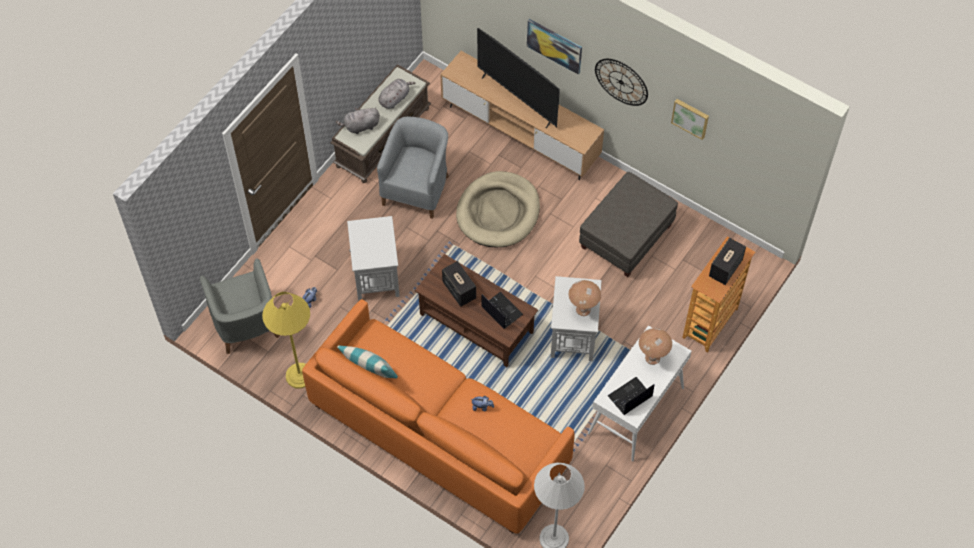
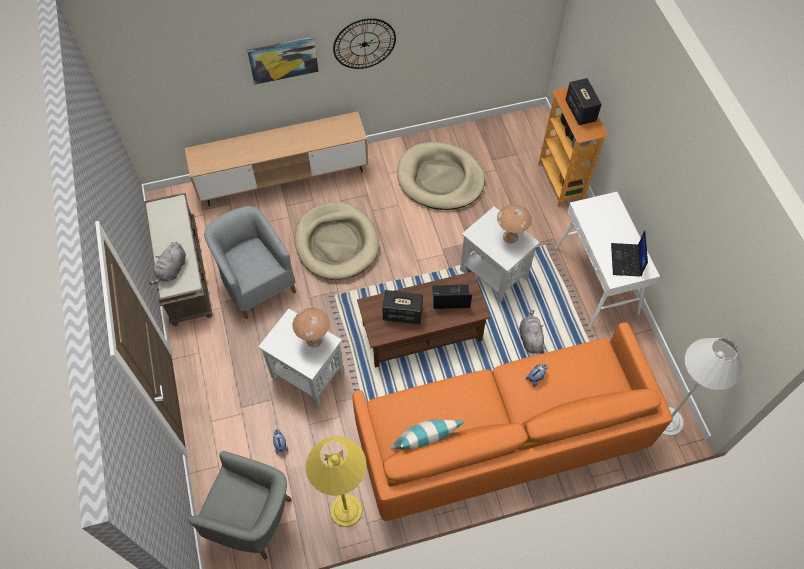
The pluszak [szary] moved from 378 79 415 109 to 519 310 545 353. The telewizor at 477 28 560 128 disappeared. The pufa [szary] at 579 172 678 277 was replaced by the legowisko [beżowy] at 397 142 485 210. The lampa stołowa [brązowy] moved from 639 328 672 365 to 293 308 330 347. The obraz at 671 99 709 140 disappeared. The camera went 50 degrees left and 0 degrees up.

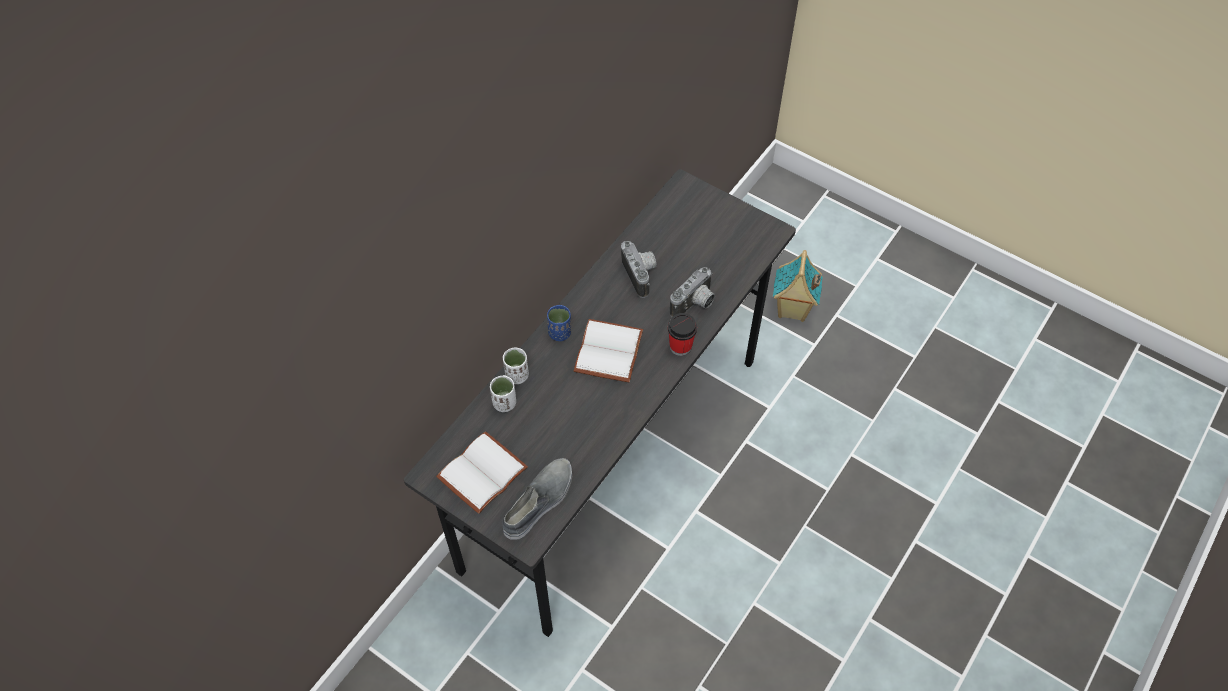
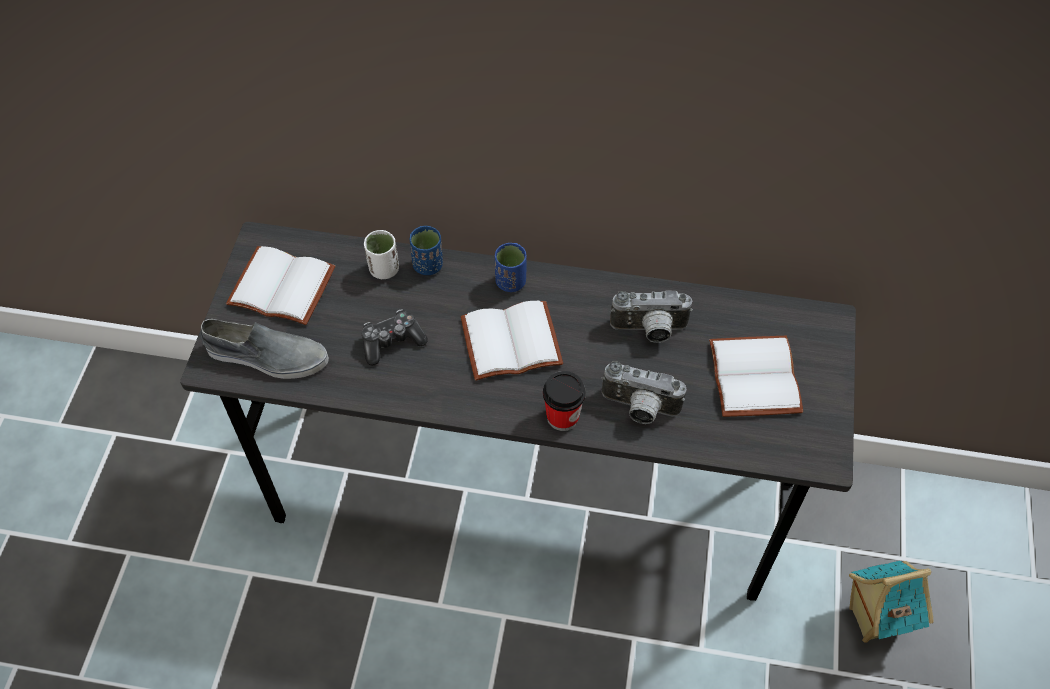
The filiżanka [biały] at 503 348 529 384 became the filiżanka [niebieski] at 410 226 443 275. The aparat fotograficzny at 621 241 657 298 turned 45 degrees clockwise. The pad do gier at 362 309 428 366 appeared. The książka [biały] at 709 336 803 417 appeared. The camera went 65 degrees right and 0 degrees up.

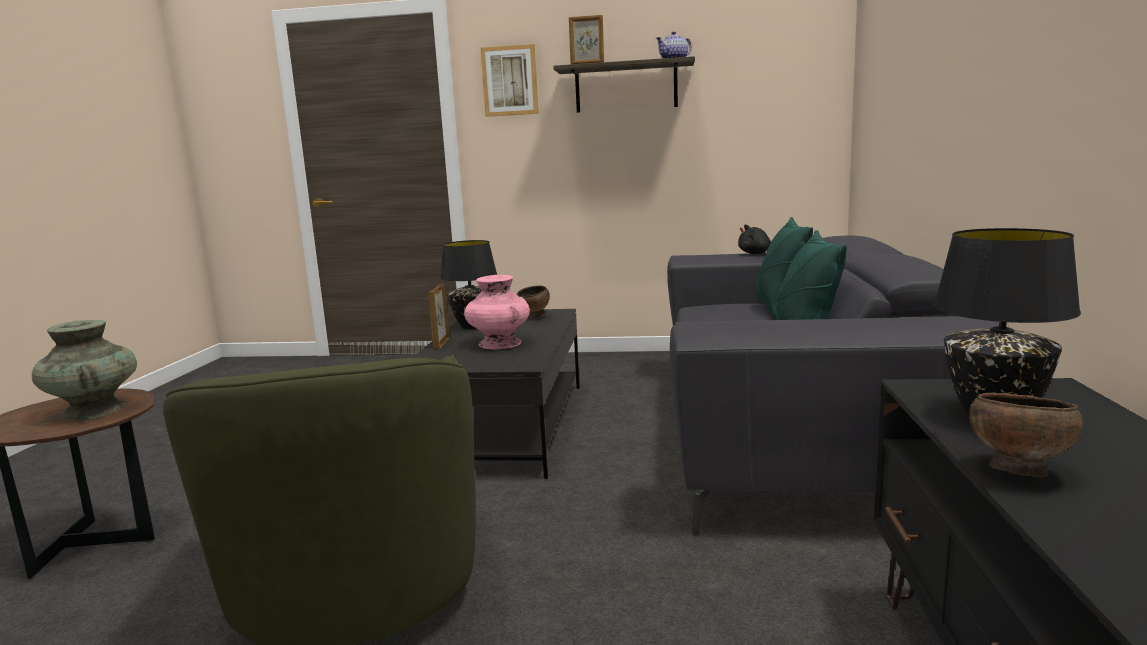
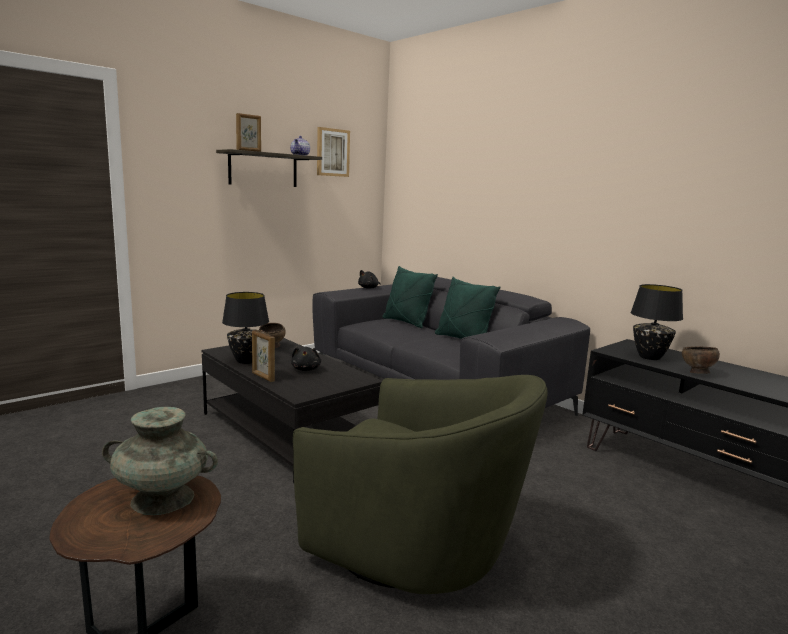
The wazon [różowy] at 464 275 530 349 was replaced by the pluszak [czarny] at 291 347 321 371. The obraz moved from 481 44 539 117 to 317 127 350 177. The camera went 50 degrees left and 0 degrees up.

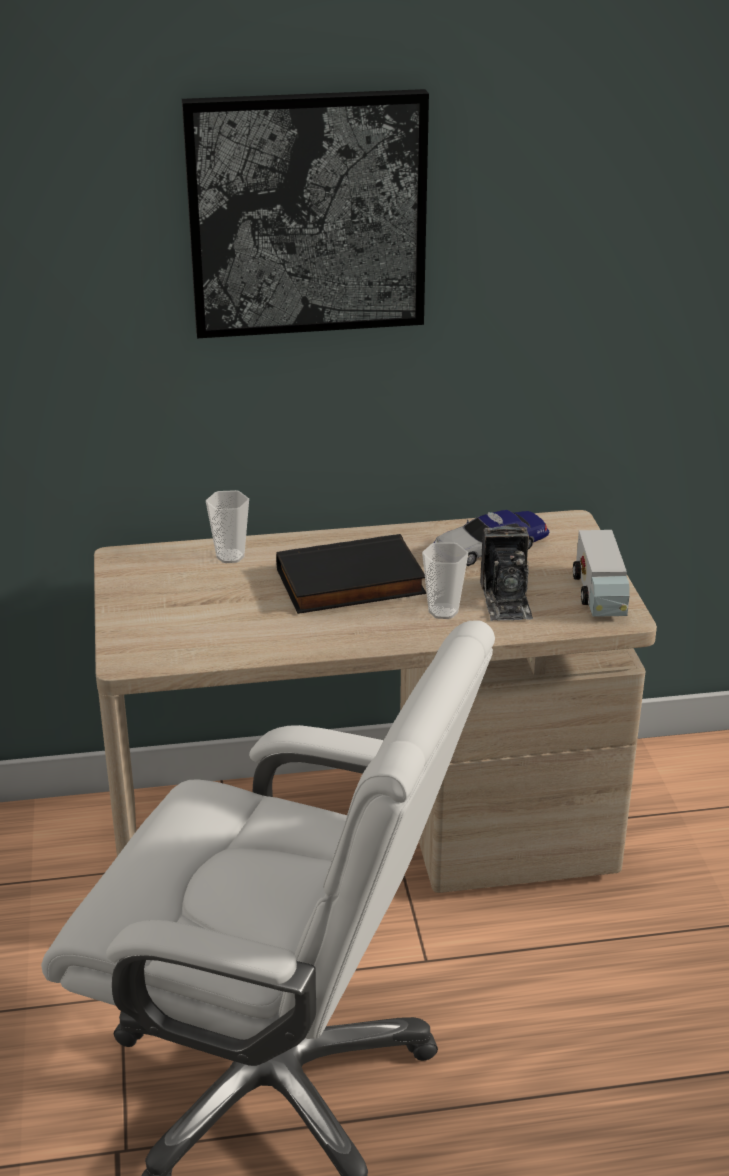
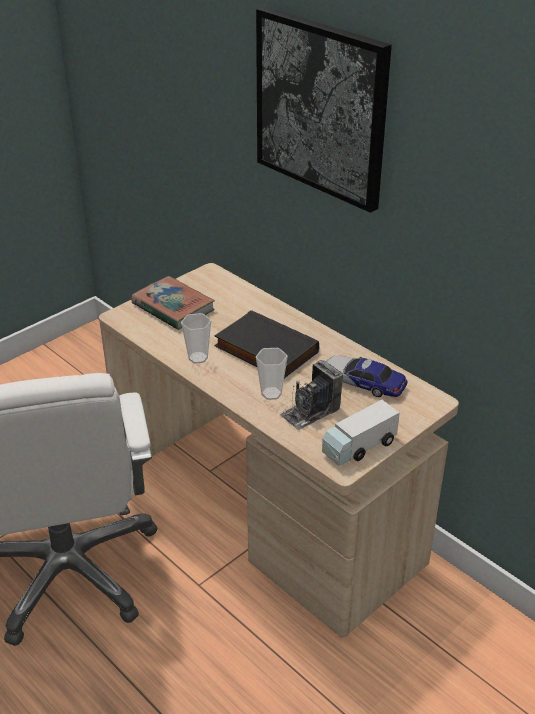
The filiżanka moved from 206 490 249 563 to 181 313 211 364. The książka at 131 276 215 330 appeared. The camera went 55 degrees right and 5 degrees up.

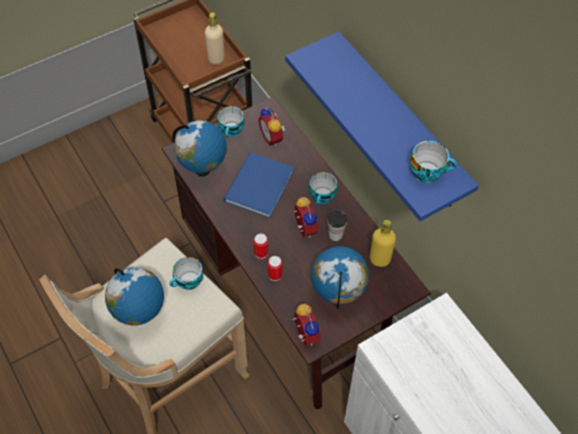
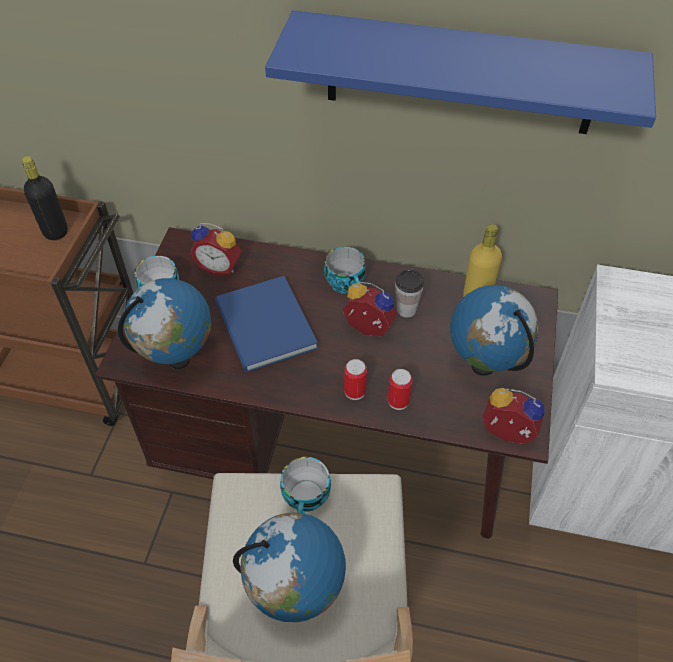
The butelka [beżowy] at 205 12 225 65 became the butelka [czarny] at 22 156 68 240. The filiżanka at 410 141 456 183 disappeared. The camera went 45 degrees left and 5 degrees down.

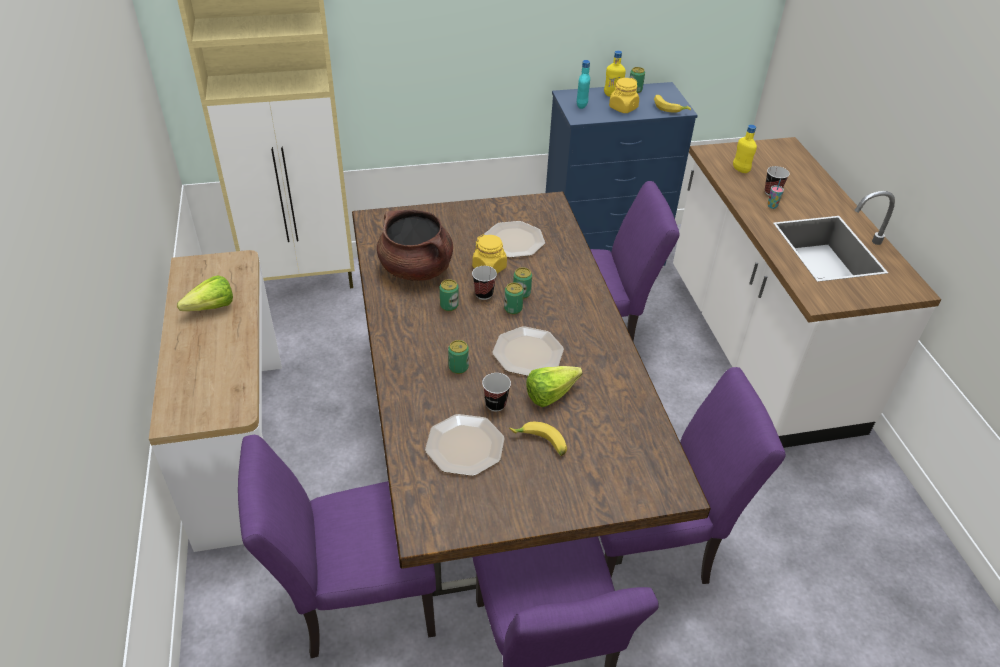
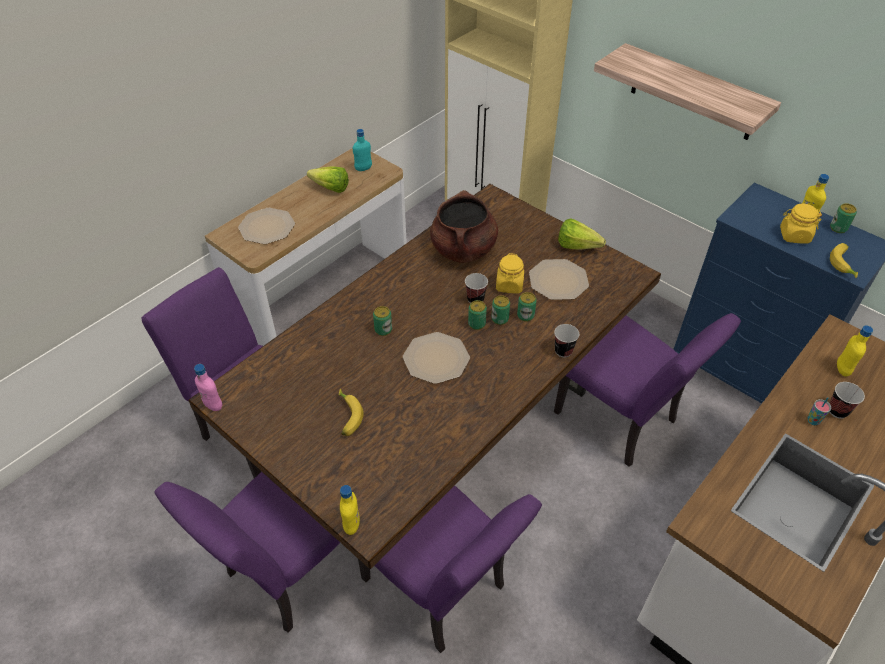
The talerz moved from 425 414 505 476 to 238 208 295 244. The puszka moved from 440 279 459 311 to 517 292 537 322. The filiżanka moved from 482 373 511 411 to 554 324 579 357. The sałata moved from 526 366 582 407 to 558 218 606 249. The butelka [turkusowy] moved from 577 60 590 109 to 353 129 372 171. The butelka [różowy] at 194 364 222 411 appeared. The butelka [żółty] at 340 485 360 535 appeared. The półka at 594 43 781 140 appeared. The camera went 55 degrees right and 5 degrees up.

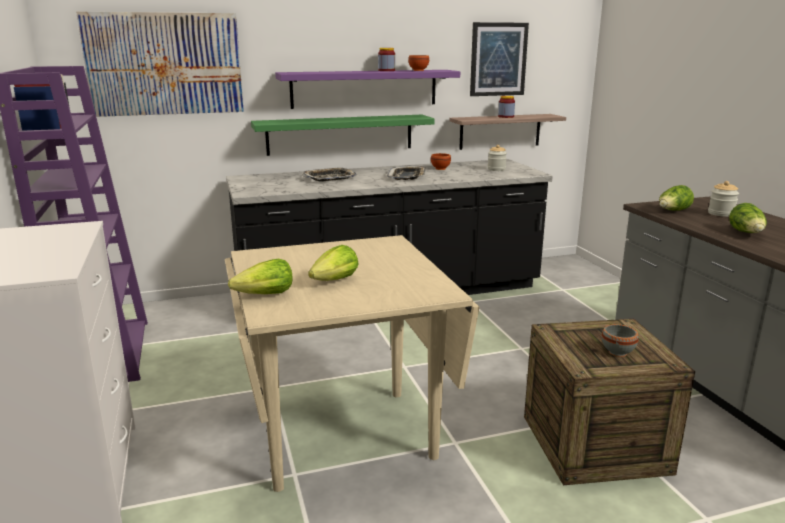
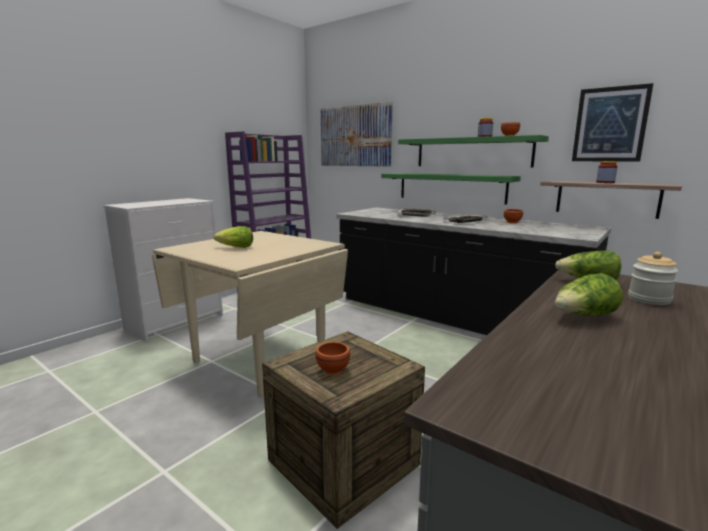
The sałata at 228 259 293 294 disappeared. The półka [fioletowy] at 275 70 460 109 became the półka [zielony] at 398 135 549 168. The słoik at 488 145 507 171 disappeared. The miska [szary] at 602 324 639 357 became the miska [brązowy] at 315 342 350 375. The camera went 55 degrees right and 5 degrees down.

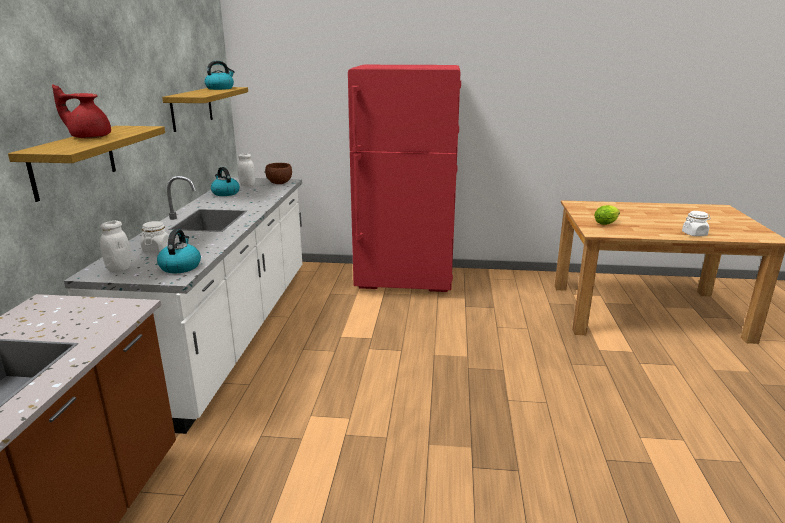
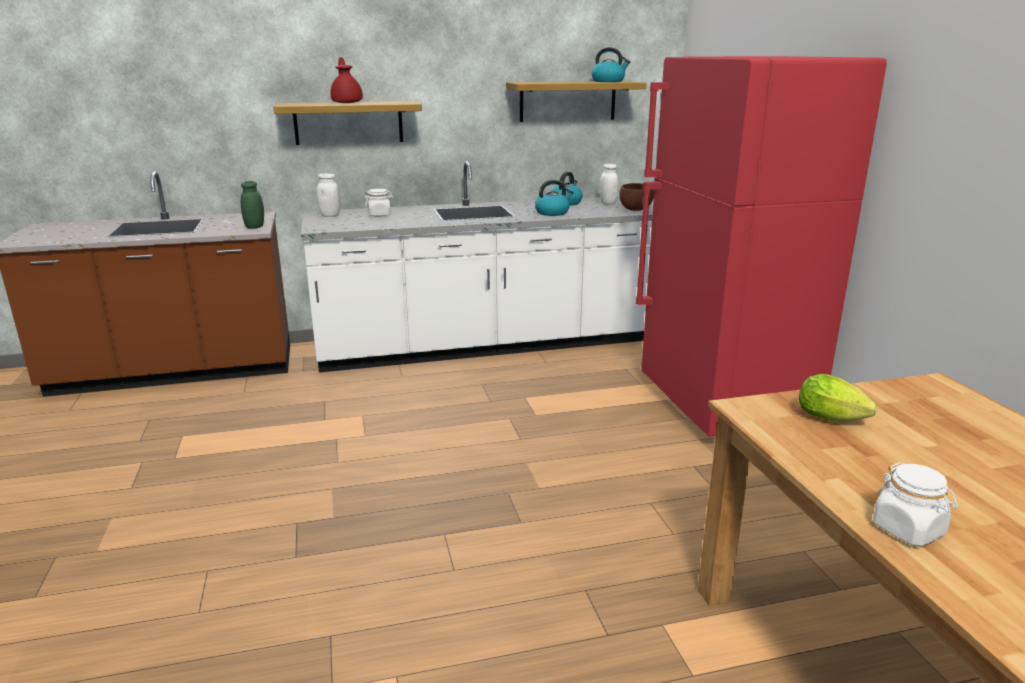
The czajnik moved from 157 229 201 273 to 535 180 574 216. The słoik [zielony] at 241 181 264 229 appeared. The camera went 70 degrees right and 0 degrees up.

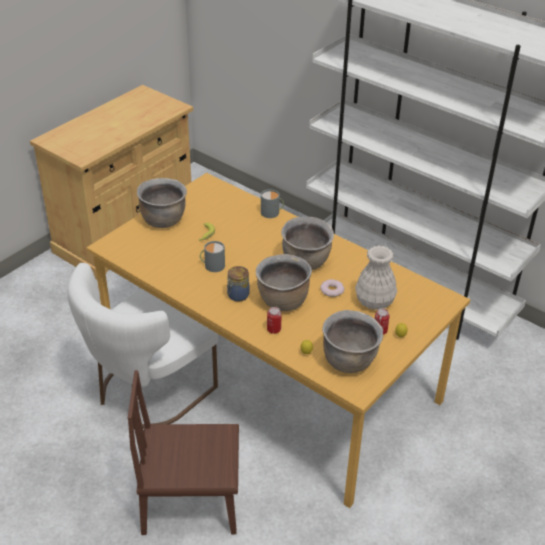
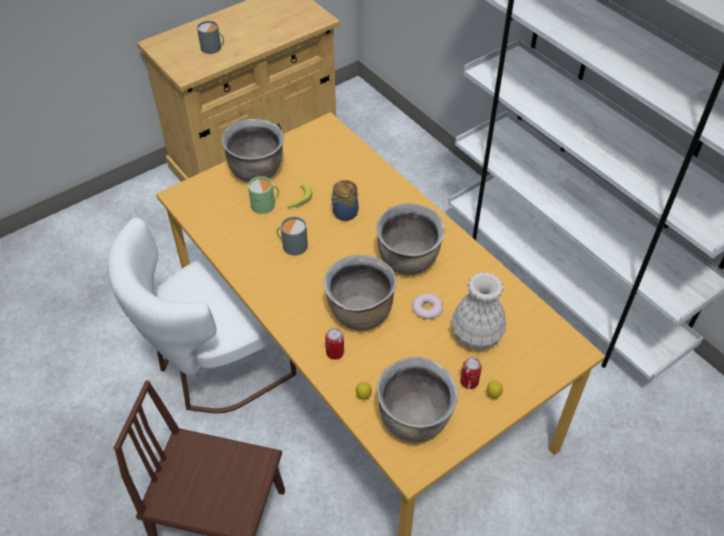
The słoik moved from 227 266 250 302 to 331 180 358 221. The kubek [szary] moved from 261 189 284 218 to 197 21 224 54. The kubek [zielony] at 248 176 279 214 appeared. The camera went 15 degrees right and 10 degrees up.

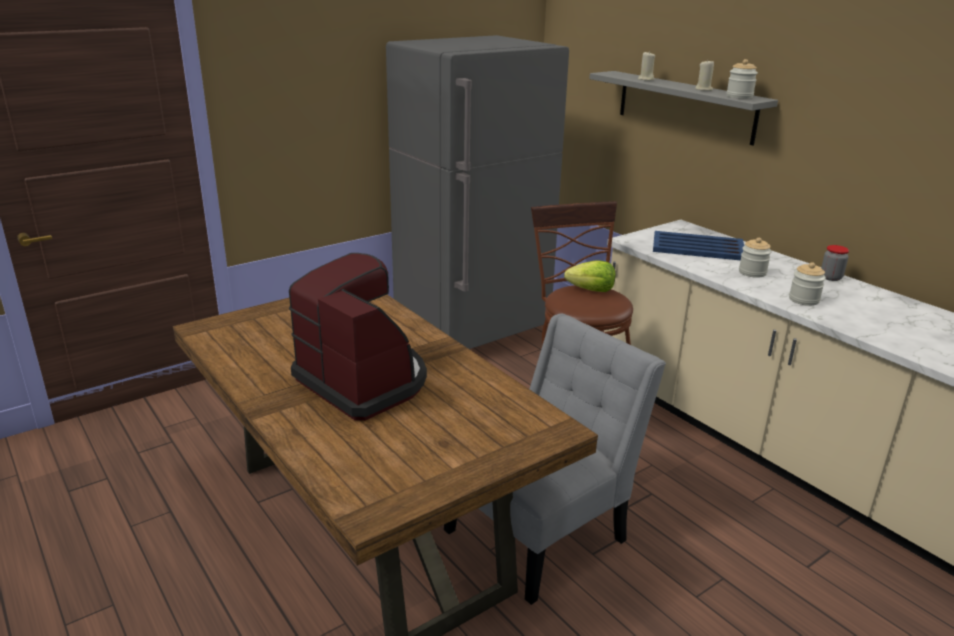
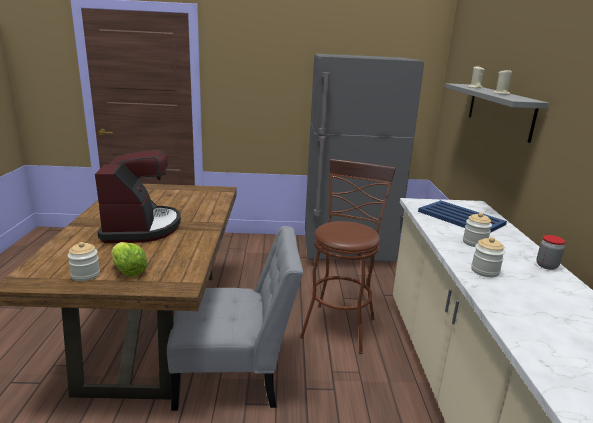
The sałata moved from 564 260 615 292 to 111 242 148 276. The słoik moved from 727 59 758 99 to 68 242 100 281. The camera went 35 degrees right and 5 degrees down.

